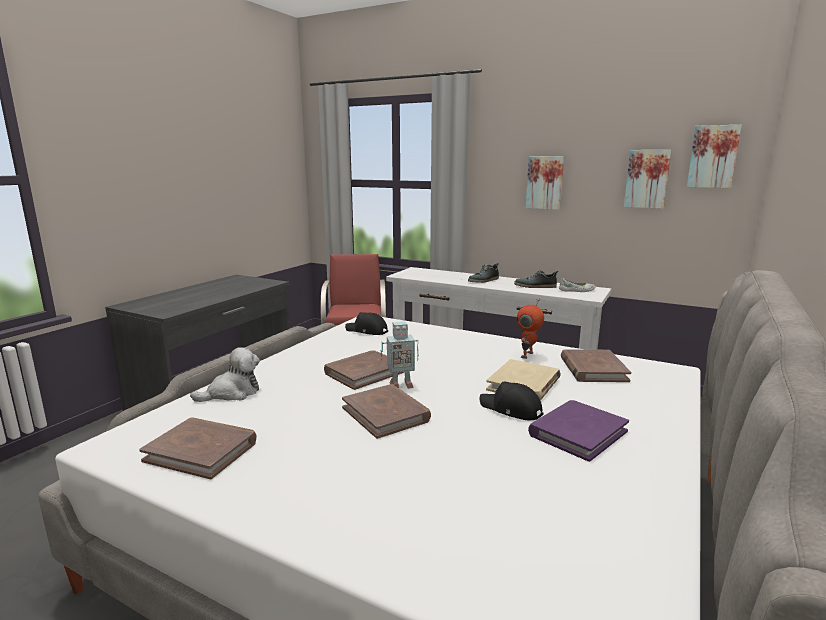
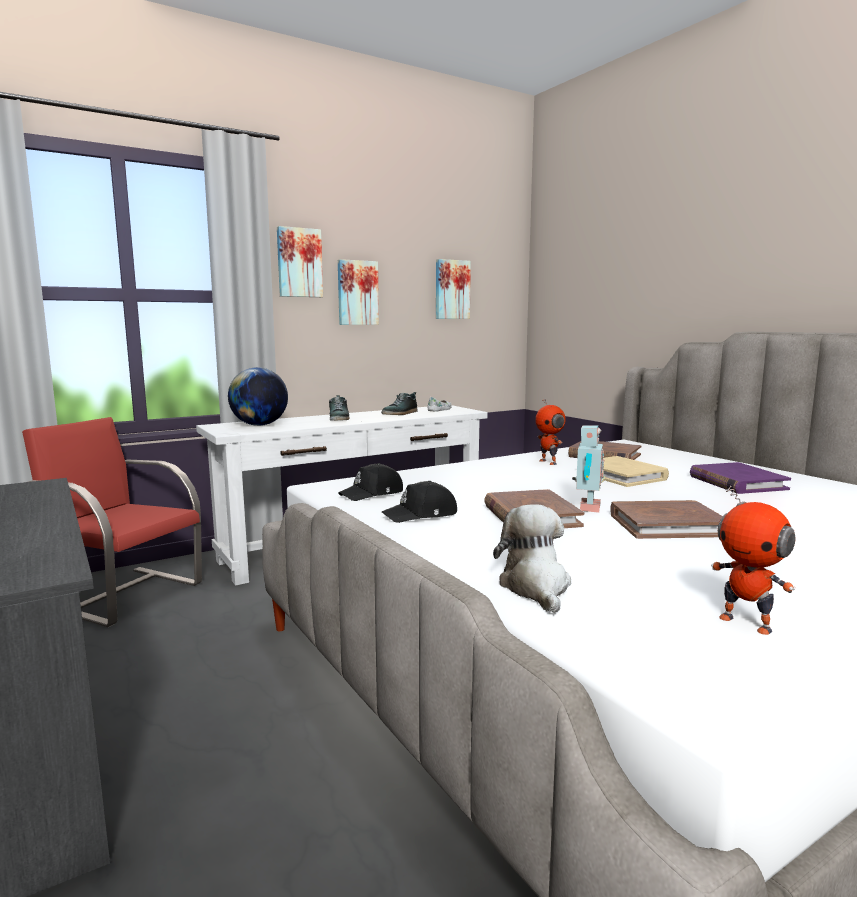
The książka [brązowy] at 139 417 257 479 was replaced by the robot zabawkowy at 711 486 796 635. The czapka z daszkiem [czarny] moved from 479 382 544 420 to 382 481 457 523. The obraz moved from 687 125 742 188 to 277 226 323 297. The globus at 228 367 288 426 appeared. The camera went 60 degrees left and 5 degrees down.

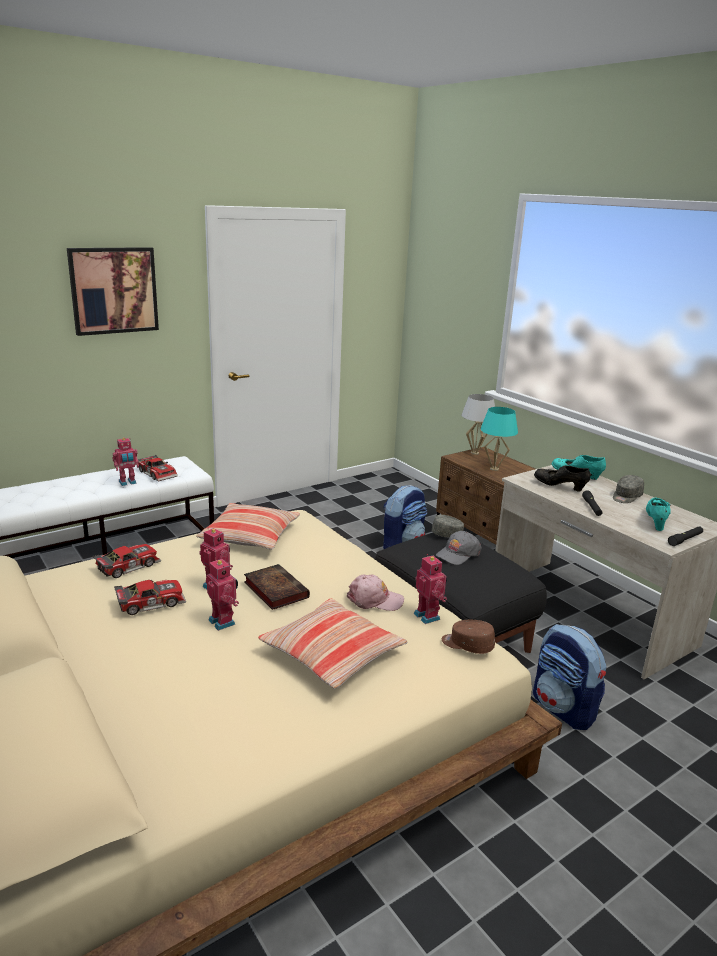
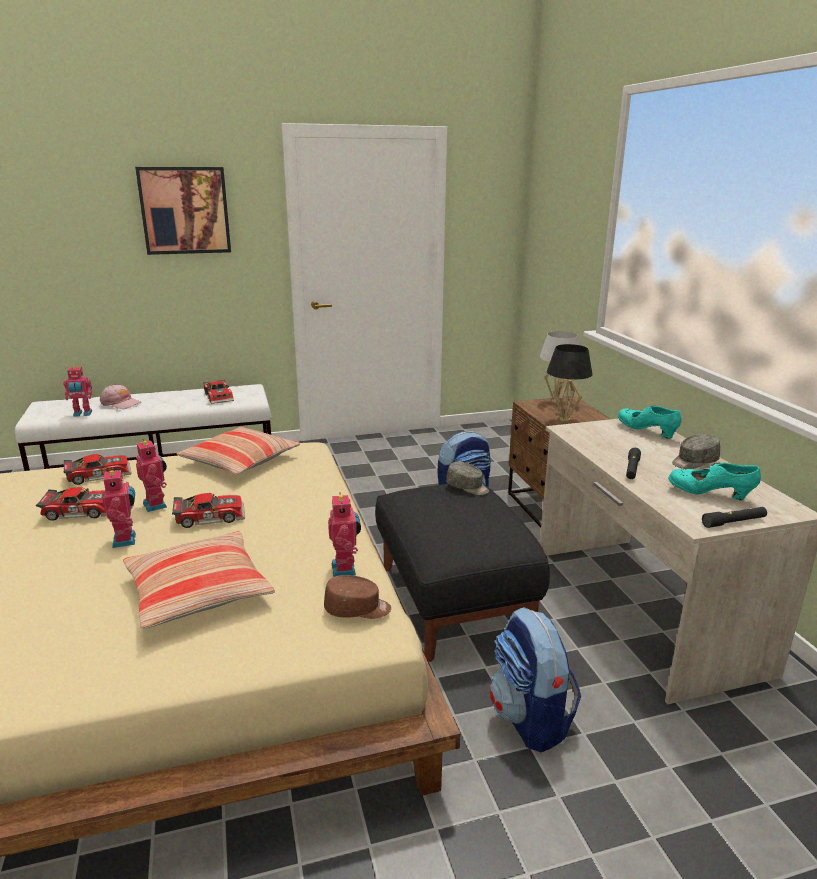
The robot zabawkowy moved from 112 438 139 486 to 63 366 92 417. The książka at 244 564 310 610 was replaced by the samochodzik at 172 493 245 528. The czapka z daszkiem [różowy] moved from 347 575 404 611 to 100 385 142 409. The czapka z daszkiem [szary] at 436 531 482 565 disappeared. The czapka z daszkiem [brązowy] at 442 620 495 654 turned 135 degrees clockwise. The lampa stołowa [turkusowy] at 481 407 518 471 became the lampa stołowa [czarny] at 547 344 592 422. The but [czarny] at 534 465 590 492 disappeared. The but [turkusowy] at 646 497 671 531 turned 105 degrees counterclockwise. The camera went 20 degrees right and 0 degrees up.

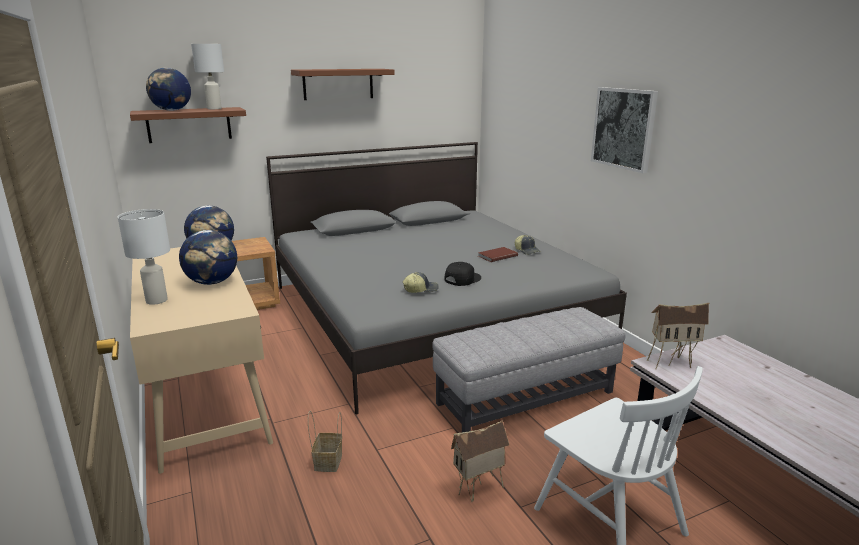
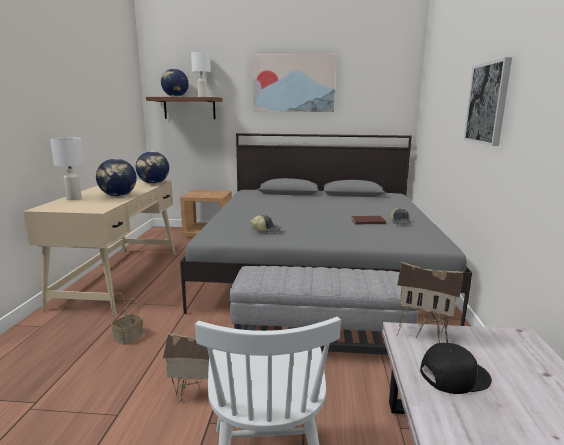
The półka [brązowy] at 291 69 395 100 was replaced by the obraz at 252 54 336 112. The czapka z daszkiem [czarny] moved from 444 262 481 286 to 420 343 492 394. The camera went 30 degrees right and 5 degrees down.

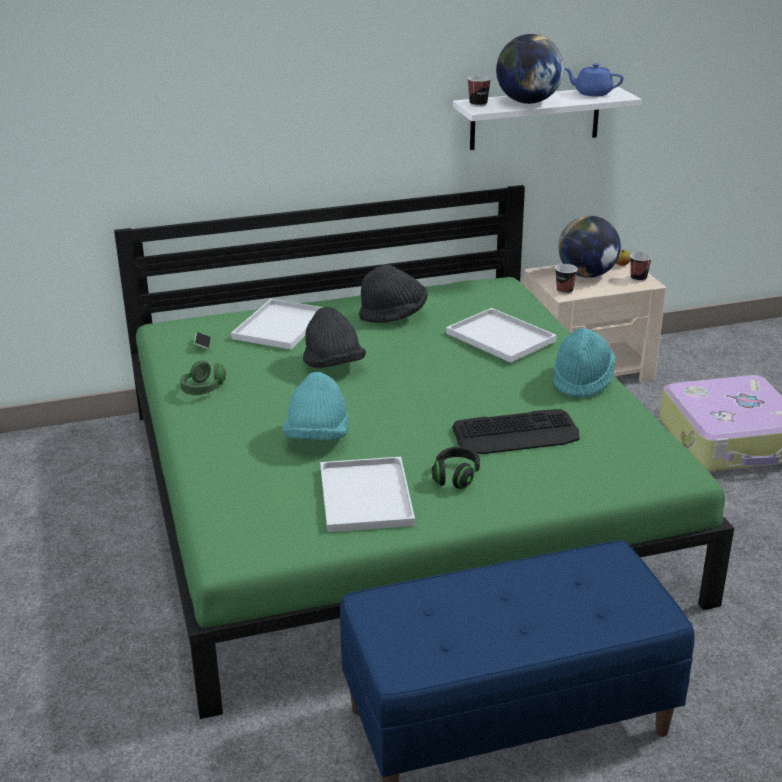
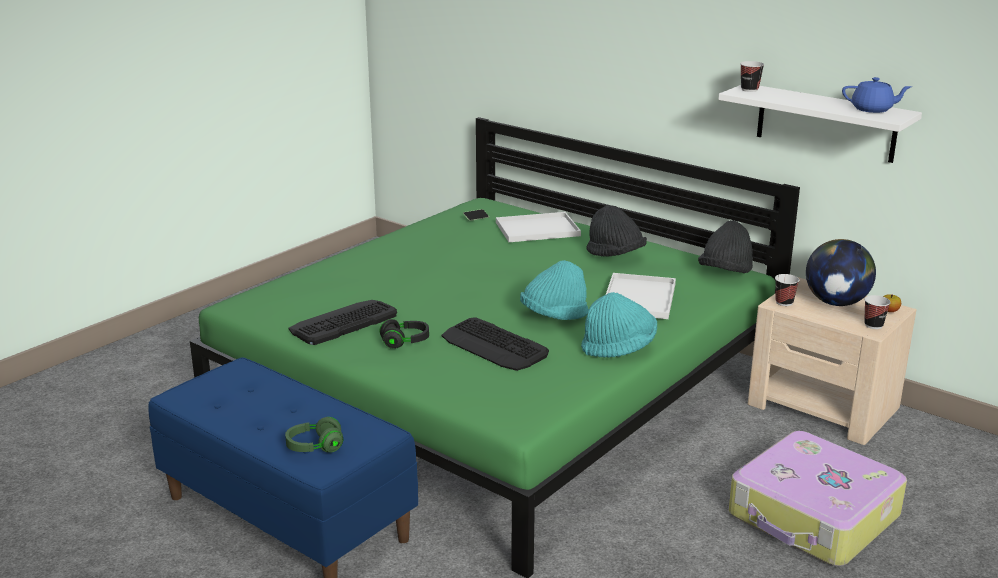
The słuchawki [zielony] moved from 180 360 226 395 to 285 417 343 452. The kapelusz [turkusowy] moved from 283 372 349 440 to 520 260 589 320. The kapelusz [czarny] moved from 303 307 366 368 to 698 220 753 273. The taca [biały] at 320 457 415 532 was replaced by the klawiatura at 288 300 397 345. The globus at 496 34 564 104 disappeared. The imbryk [niebieski] at 564 63 624 96 turned 120 degrees clockwise. The camera went 55 degrees right and 5 degrees down.

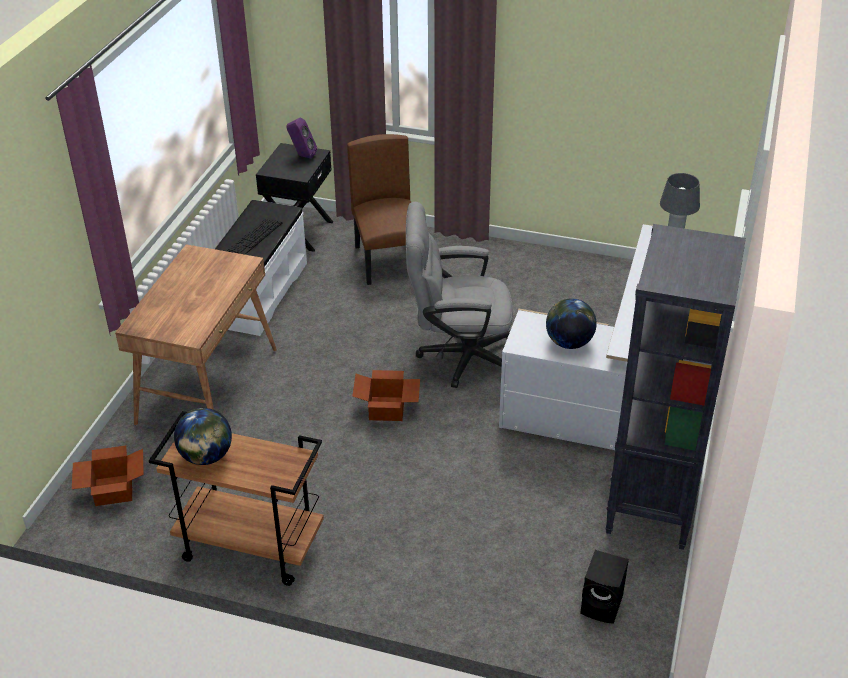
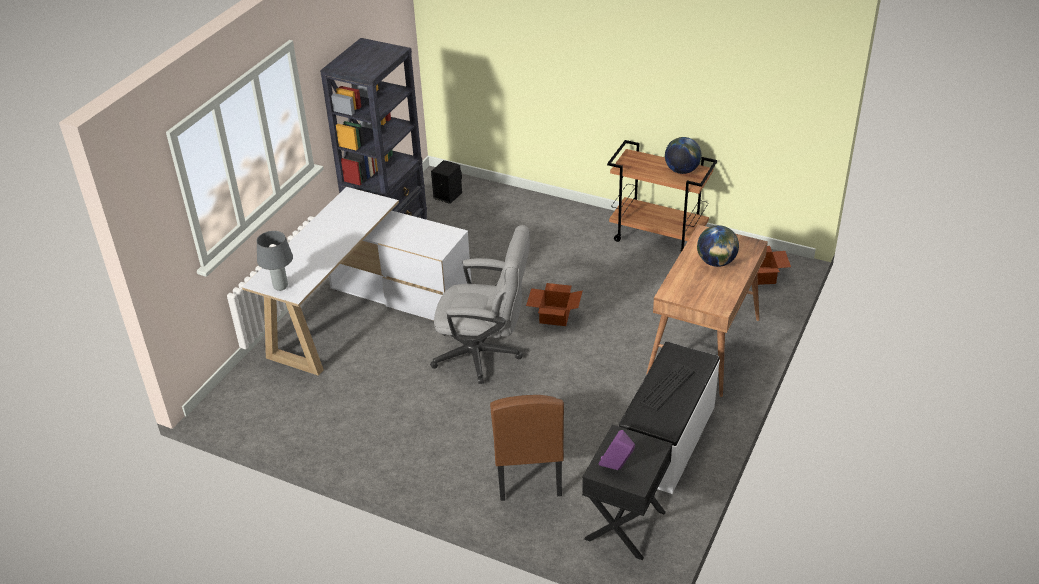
The globus moved from 546 299 597 349 to 697 225 739 267. The camera went 170 degrees left and 0 degrees up.

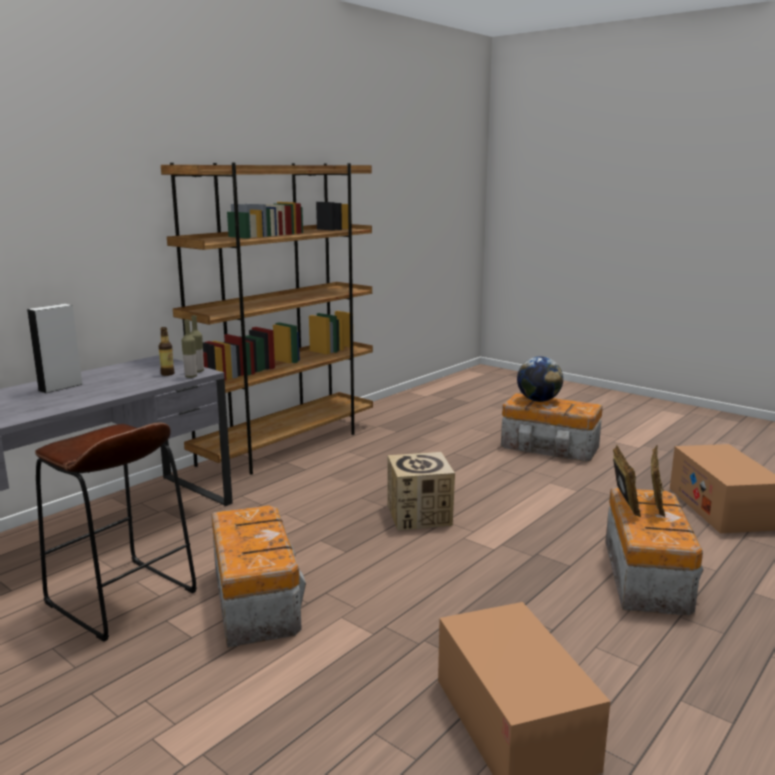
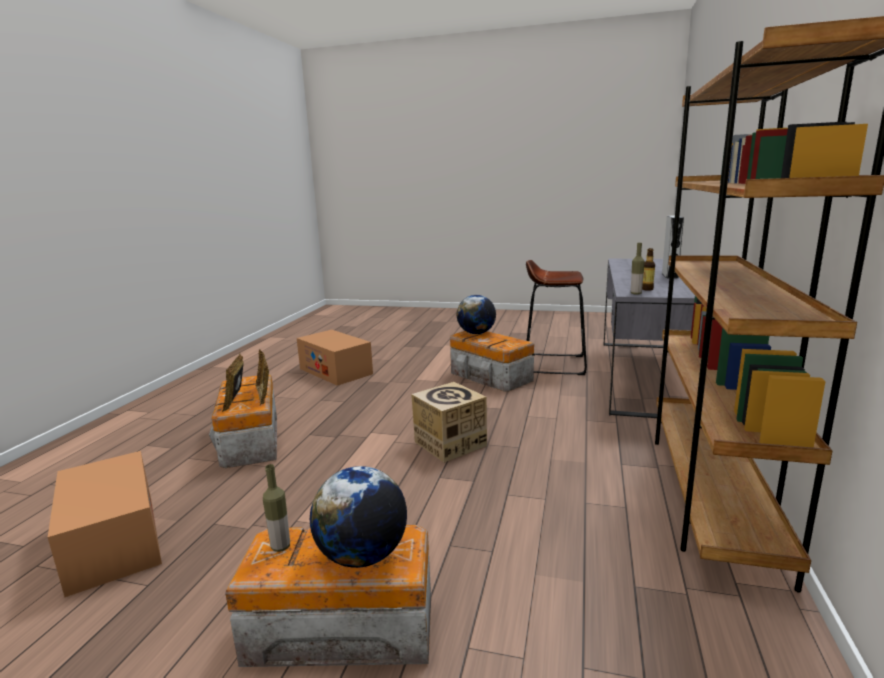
The butelka moved from 181 319 197 378 to 263 464 290 552. The globus at 457 295 496 334 appeared. The camera went 155 degrees right and 0 degrees up.

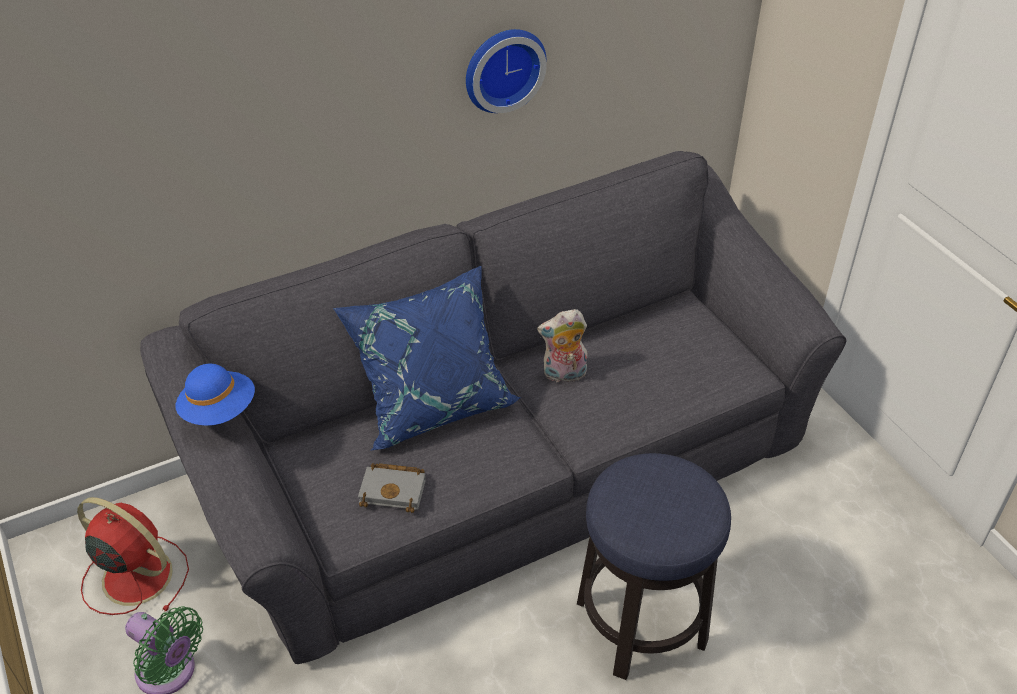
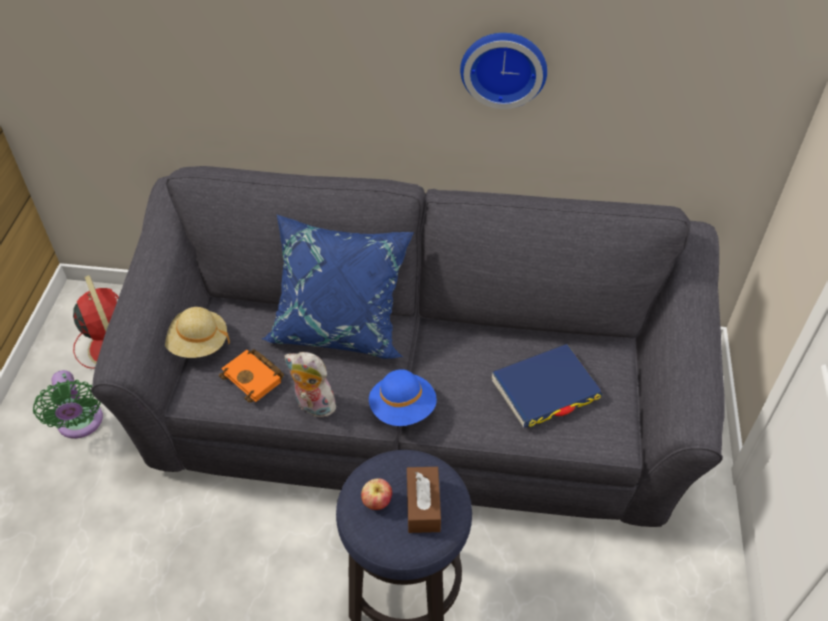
The kapelusz [niebieski] moved from 176 364 255 426 to 369 369 437 426. The książka [szary] at 358 463 426 513 became the książka [pomarańczowy] at 219 349 284 402. The pluszak moved from 537 309 587 382 to 284 352 336 417. The kapelusz [beżowy] at 165 307 230 358 appeared. The jabłko at 361 478 392 510 appeared. The pudełko chusteczek [brązowy] at 407 467 441 533 appeared. The książka [niebieski] at 492 344 602 428 appeared. The camera went 35 degrees right and 5 degrees up.

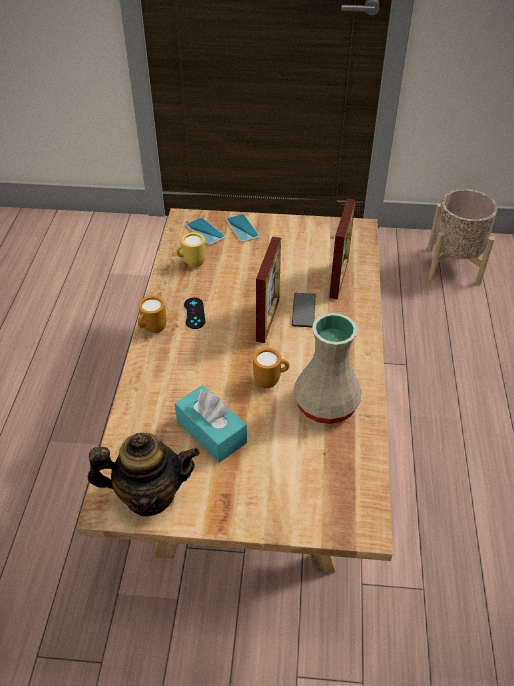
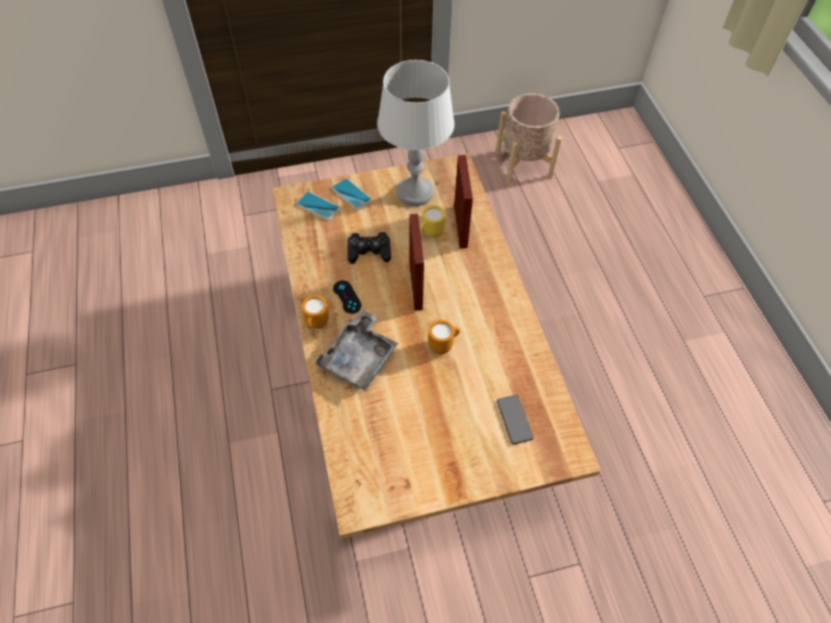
The imbryk at 88 432 200 516 disappeared. The pudełko chusteczek [turkusowy] at 175 385 247 463 disappeared. The kubek [żółty] moved from 176 232 206 268 to 420 205 445 238. The telefon moved from 292 293 315 327 to 497 395 534 444. The wazon [beżowy] at 294 313 362 424 disappeared. The taca [szary] at 316 310 398 391 appeared. The pad do gier [czarny] at 347 232 391 264 appeared. The lampa stołowa [szary] at 377 60 455 206 appeared. The camera went 20 degrees left and 10 degrees up.

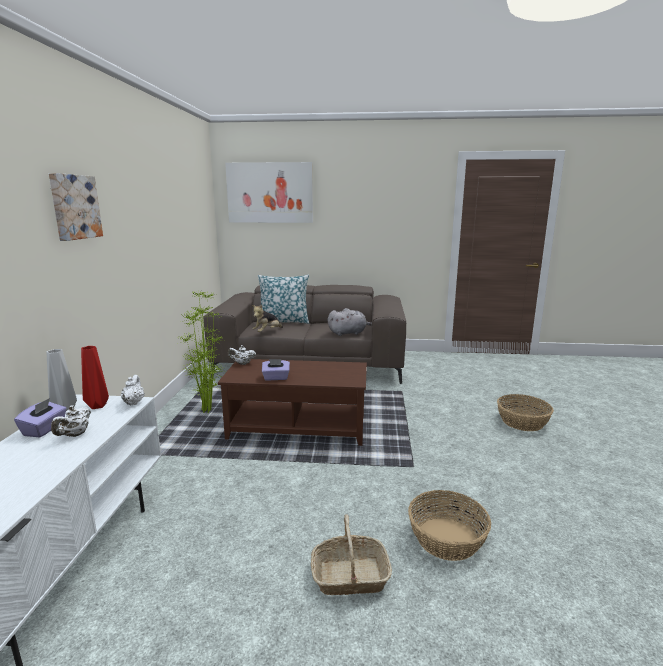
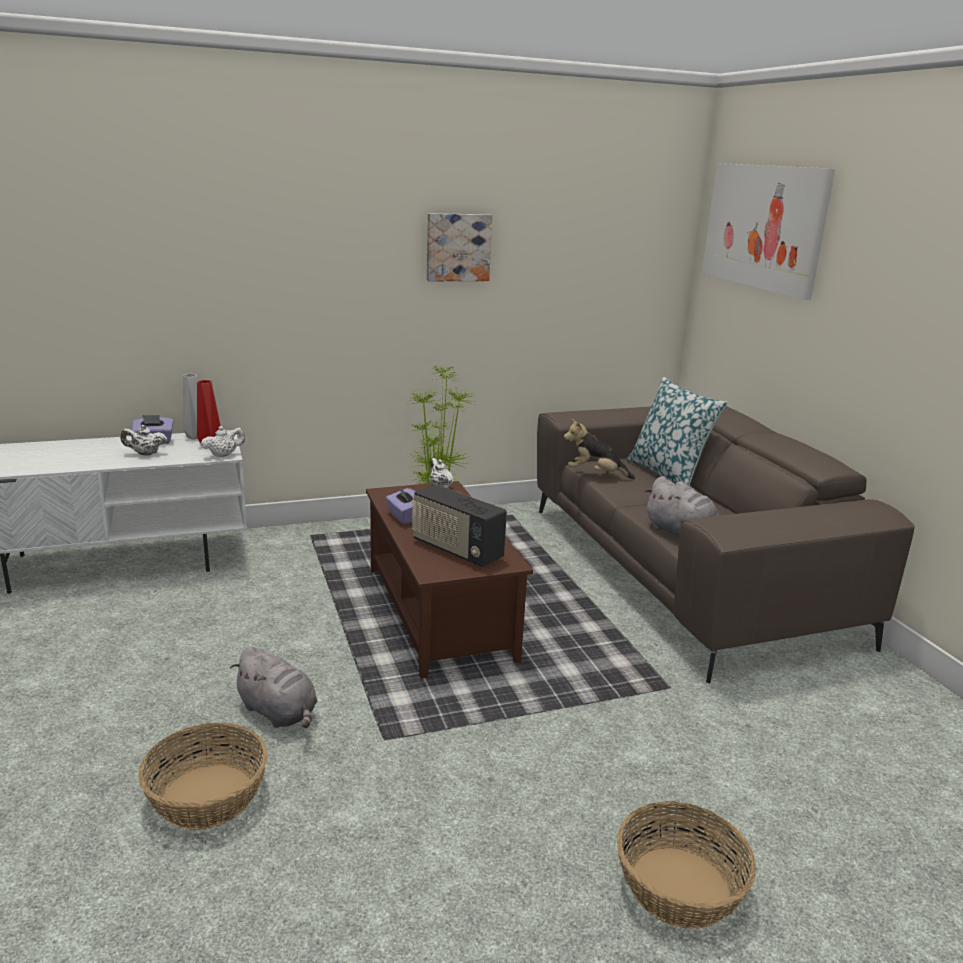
The obraz moved from 49 173 103 241 to 427 213 492 281. The koszyk at 311 514 392 595 disappeared. The pluszak [szary] at 230 646 318 728 appeared. The radio at 412 484 507 567 appeared. The camera went 65 degrees right and 5 degrees up.

